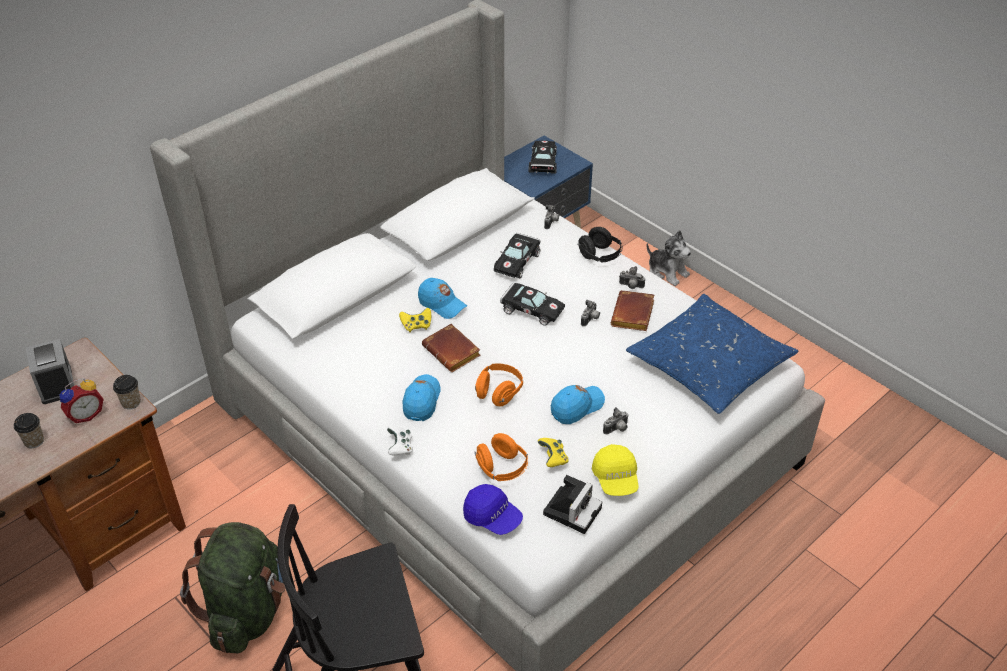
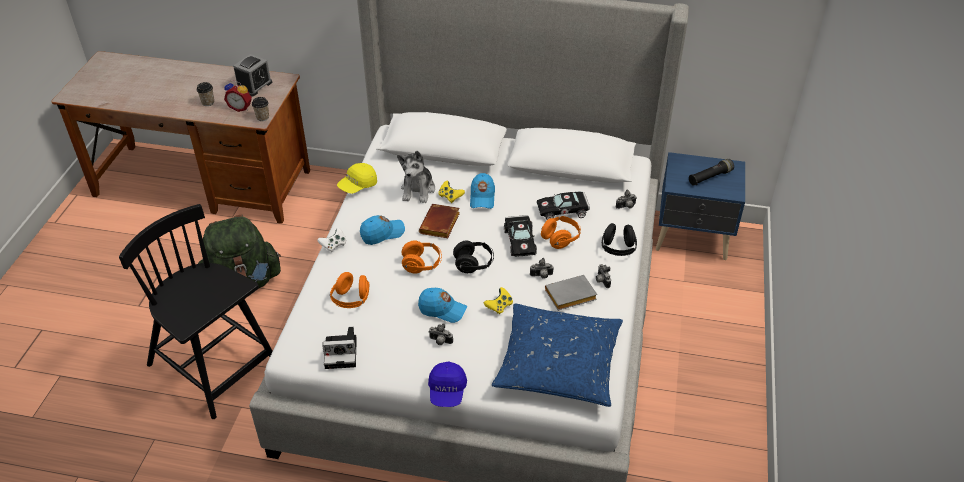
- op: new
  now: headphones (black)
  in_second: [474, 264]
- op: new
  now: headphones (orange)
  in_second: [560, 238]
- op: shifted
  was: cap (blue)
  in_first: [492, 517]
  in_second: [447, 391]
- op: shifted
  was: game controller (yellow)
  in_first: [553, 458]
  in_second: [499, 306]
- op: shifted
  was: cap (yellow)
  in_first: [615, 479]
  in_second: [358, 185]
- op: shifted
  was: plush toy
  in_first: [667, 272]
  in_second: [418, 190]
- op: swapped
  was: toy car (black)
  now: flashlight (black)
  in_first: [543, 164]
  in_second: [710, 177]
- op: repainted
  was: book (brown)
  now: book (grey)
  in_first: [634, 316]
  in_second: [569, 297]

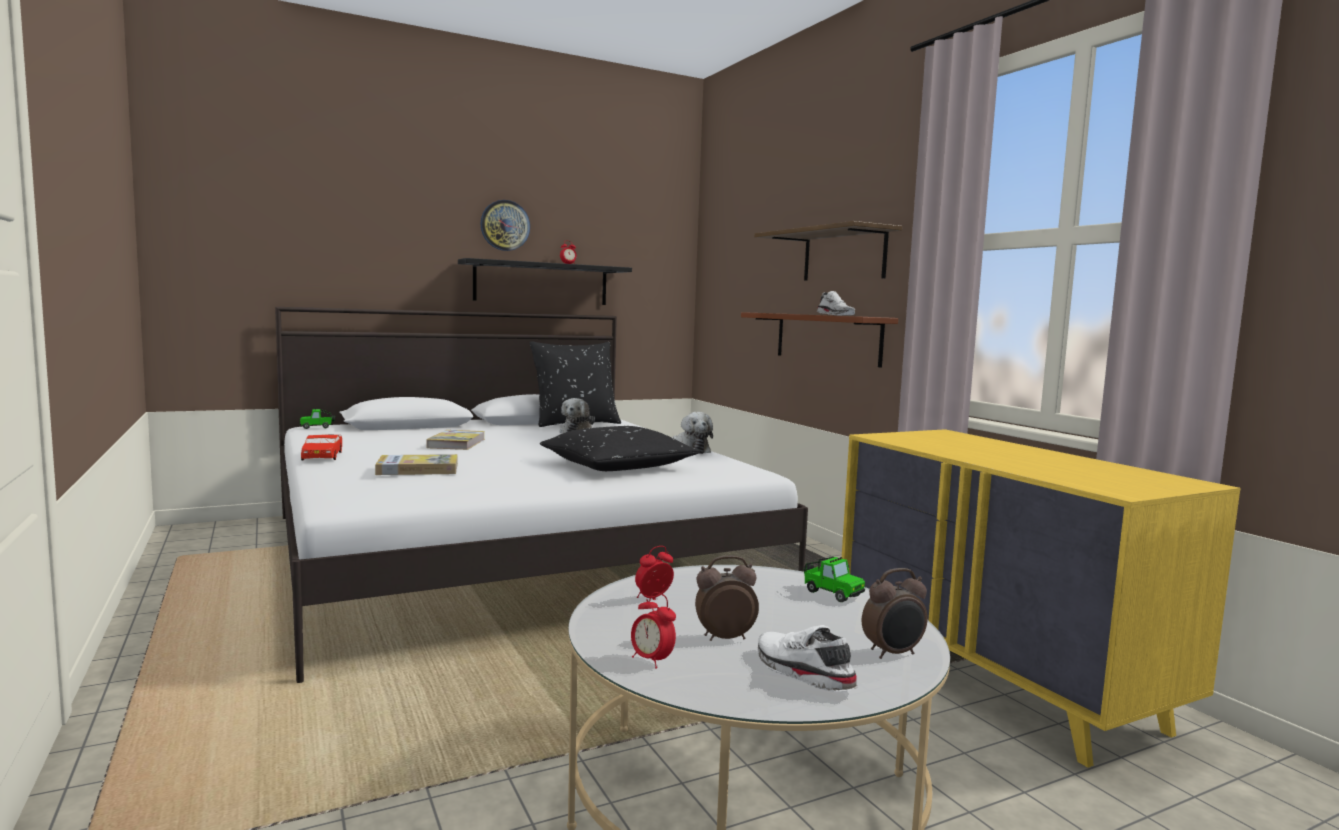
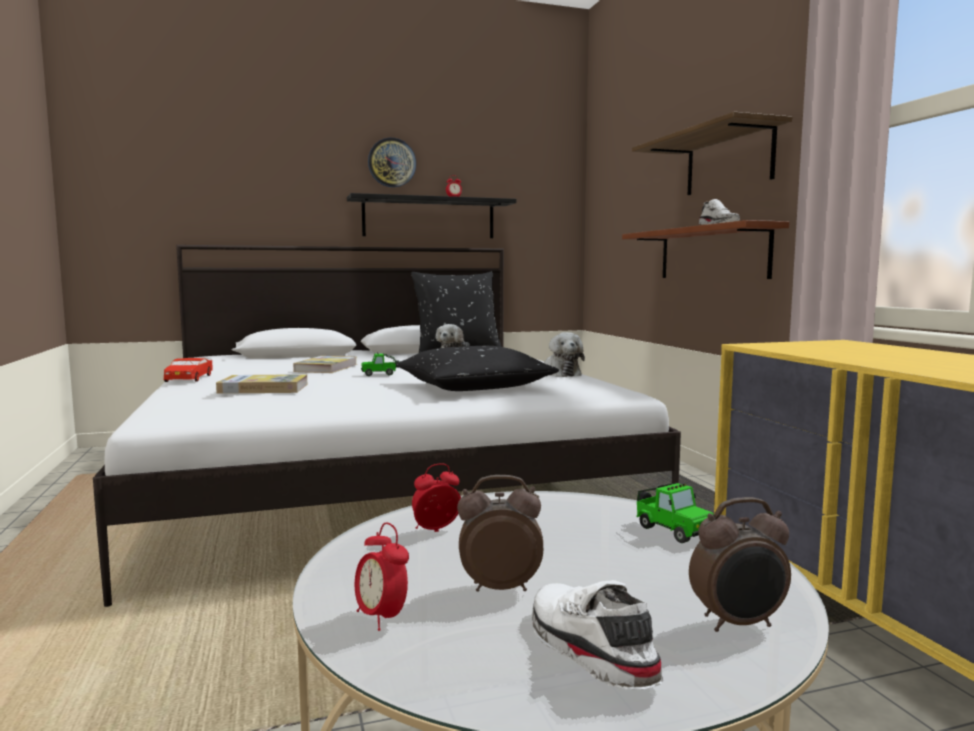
- op: shifted
  was: toy car
  in_first: [317, 427]
  in_second: [380, 374]

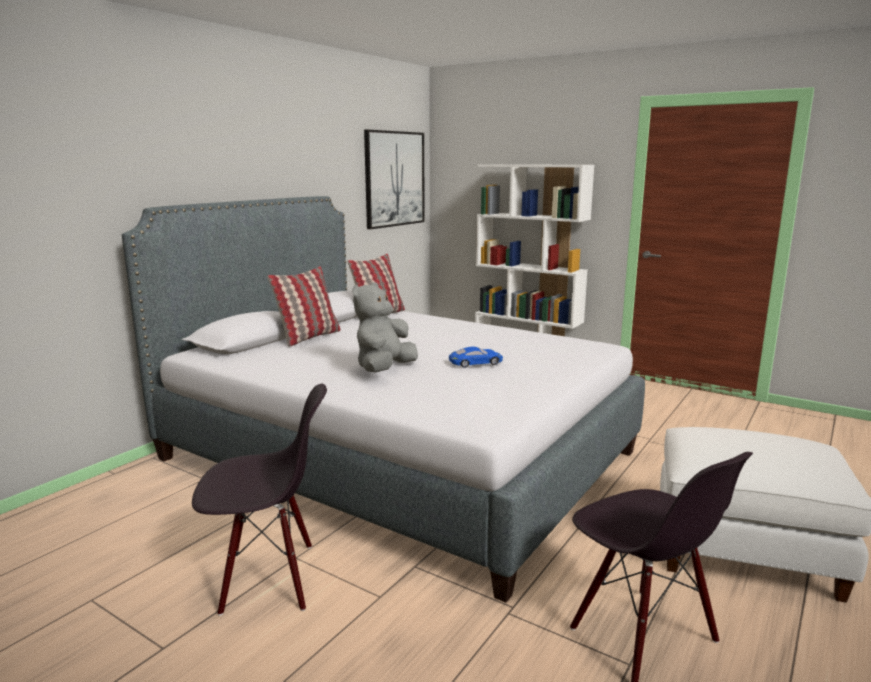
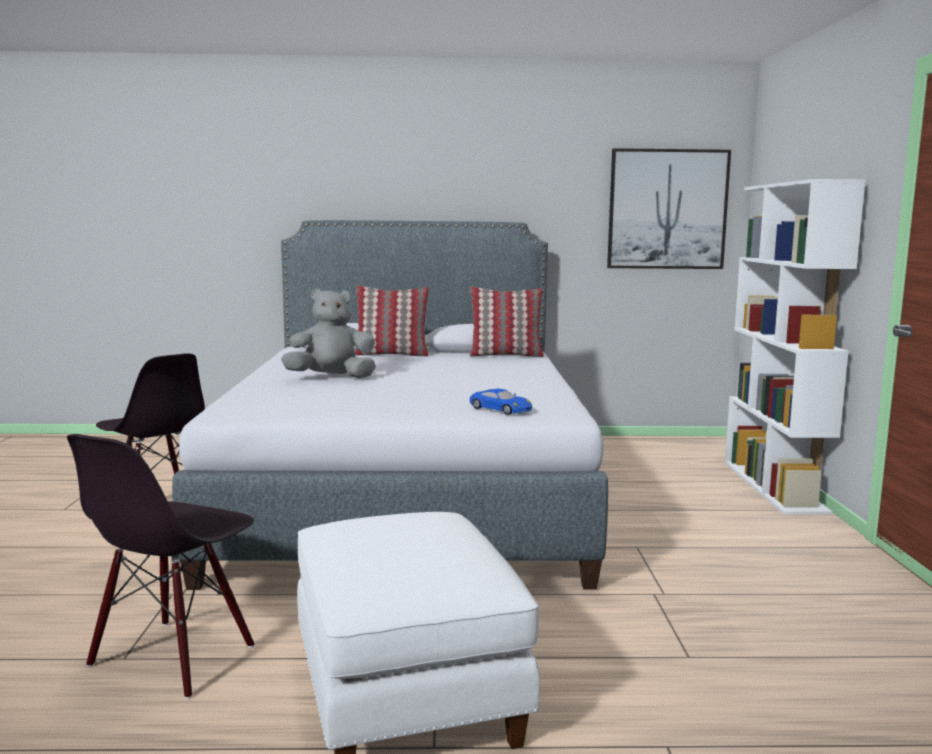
- op: shifted
  was: toy car (blue)
  in_first: [475, 362]
  in_second: [500, 409]

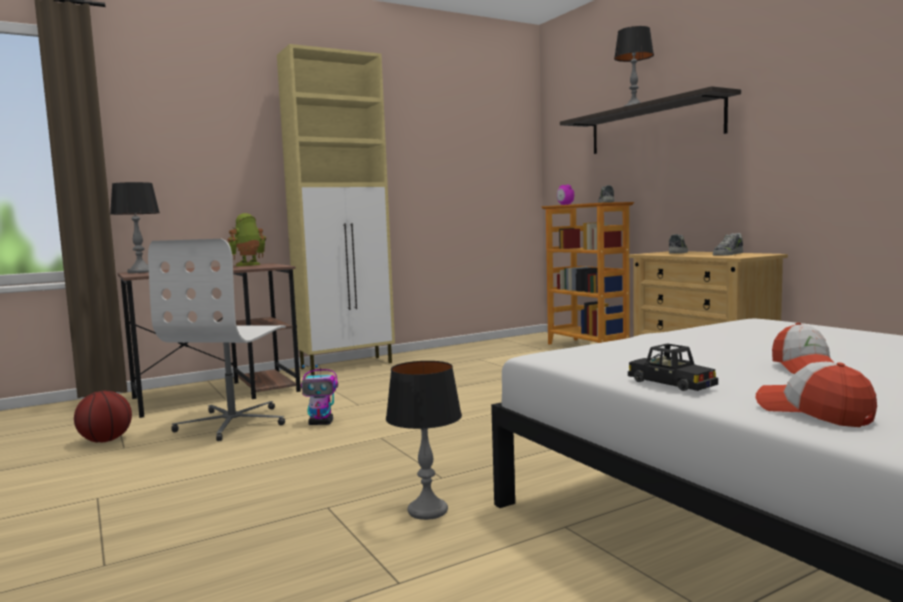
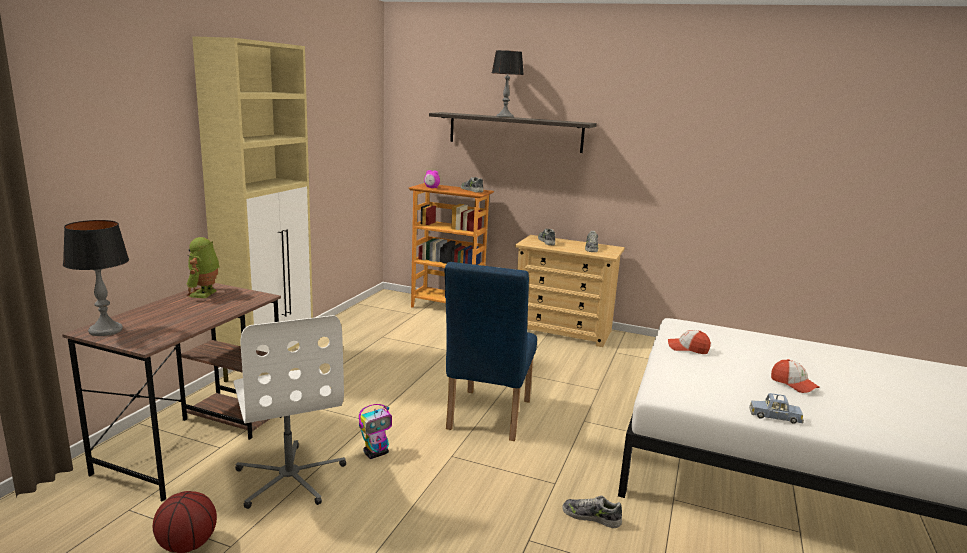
- op: new
  now: chair (blue)
  in_second: [486, 418]
- op: shifted
  was: cap
  in_first: [814, 412]
  in_second: [688, 348]
- op: swapped
  was: table lamp
  now: shoe
  in_first: [427, 511]
  in_second: [591, 517]
- op: repainted
  was: toy car (black)
  now: toy car (blue)
  in_first: [670, 384]
  in_second: [774, 417]

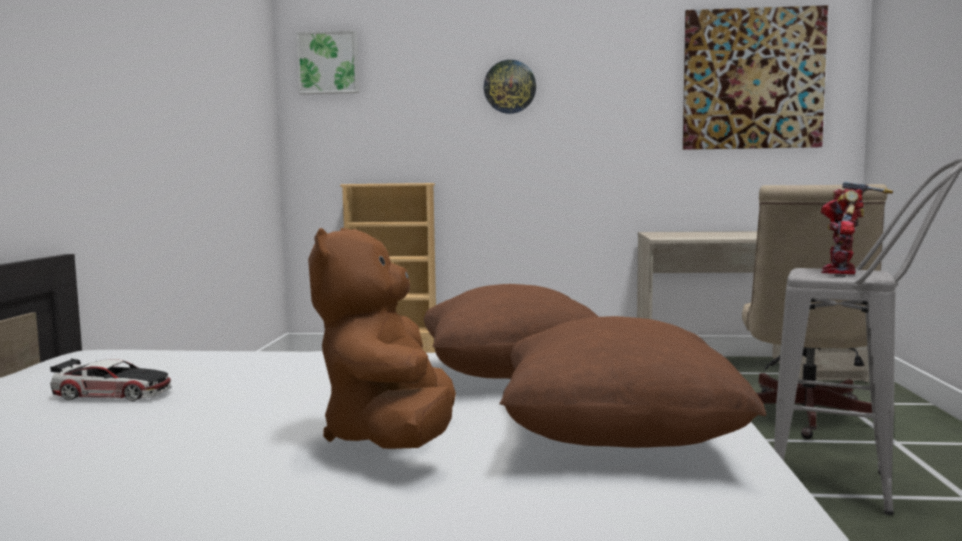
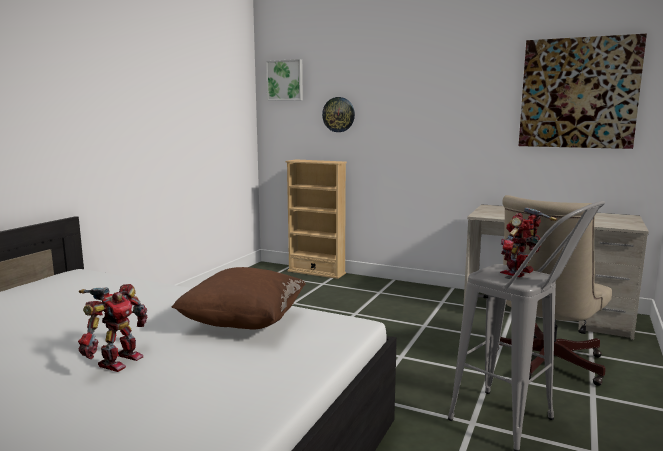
- op: gone
  was: toy car
  in_first: [113, 393]
- op: gone
  was: pillow (brown)
  in_first: [617, 440]
- op: shifted
  was: wall clock
  in_first: [510, 87]
  in_second: [338, 114]
- op: swapped
  was: plush toy (brown)
  now: toy robot
  in_first: [392, 439]
  in_second: [118, 361]

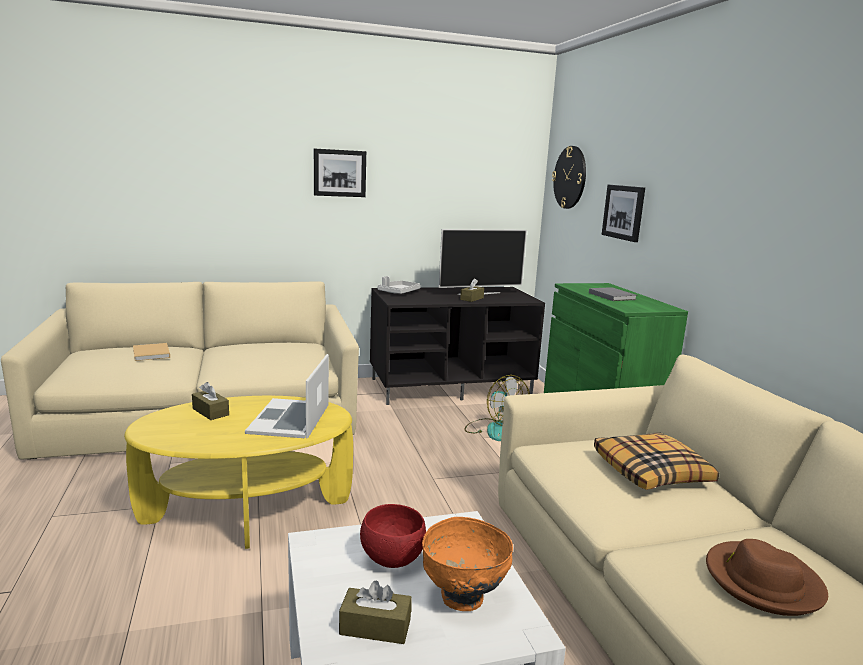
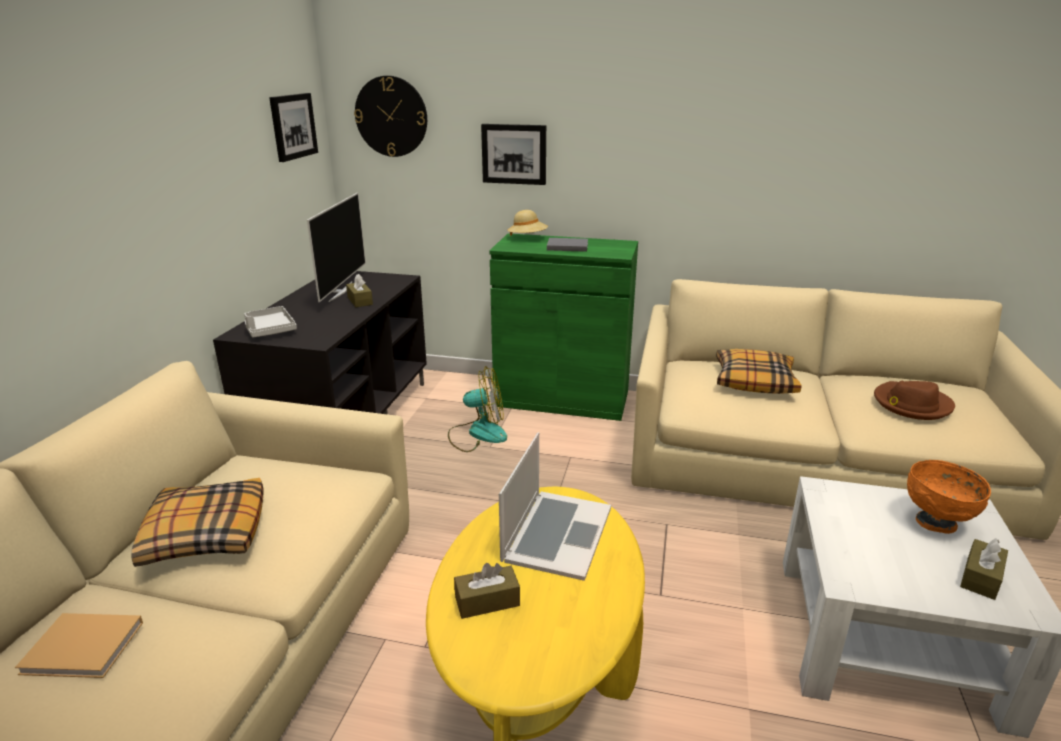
- op: gone
  was: bowl (red)
  in_first: [392, 560]
- op: new
  now: pillow
  in_second: [205, 533]
- op: new
  now: hat (beige)
  in_second: [527, 238]
- op: shifted
  was: picture
  in_first: [339, 173]
  in_second: [293, 126]
- op: rotated
  was: laptop
  in_first: [290, 419]
  in_second: [557, 533]
  clockwise: -105

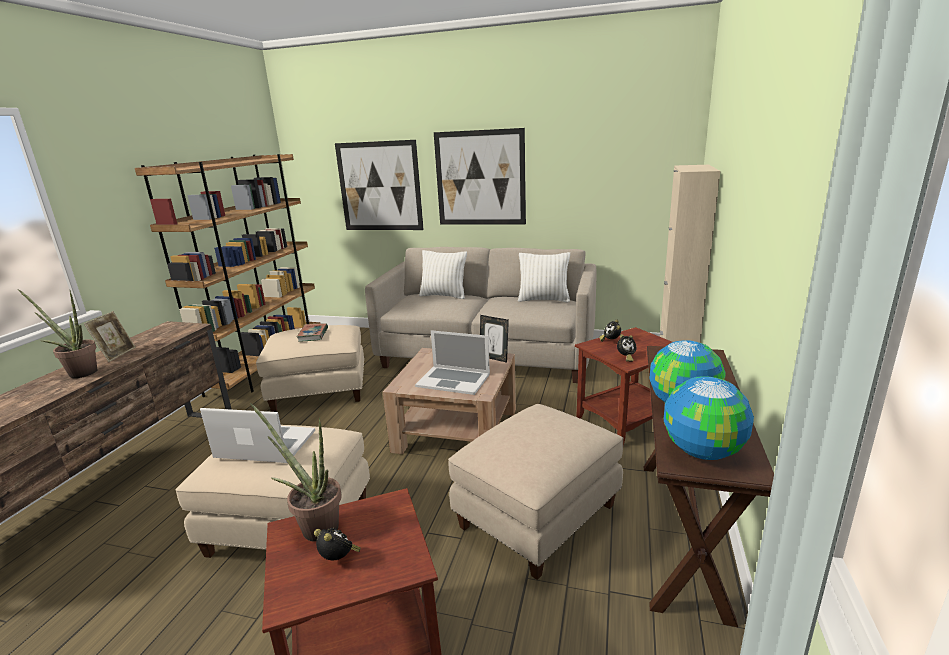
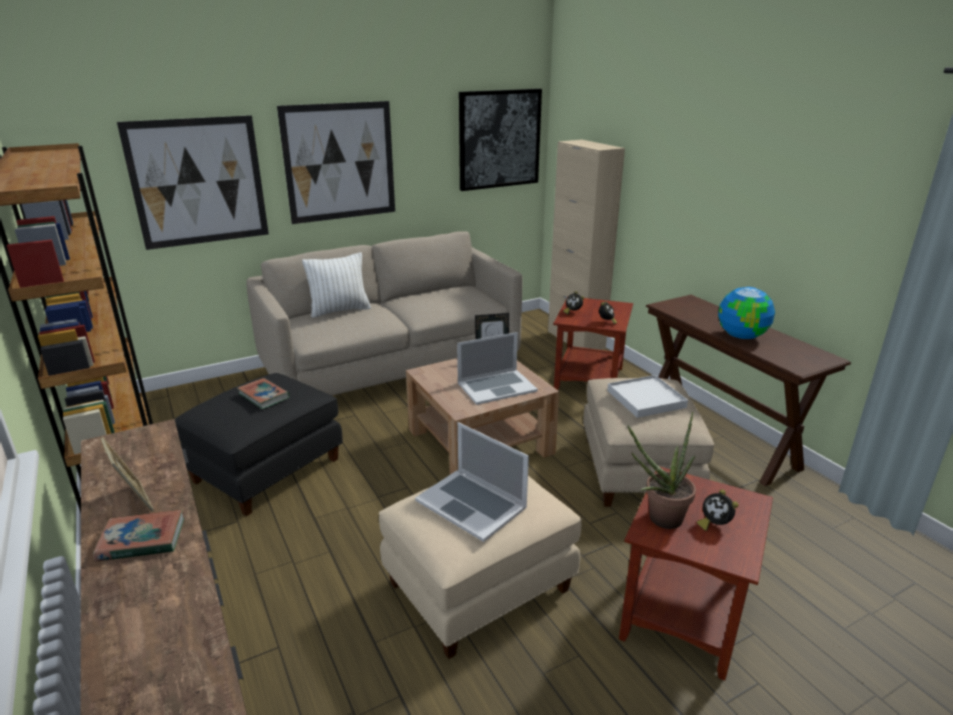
- op: gone
  was: pillow (white)
  in_first: [544, 300]
- op: gone
  was: globe
  in_first: [701, 451]
- op: new
  now: picture
  in_second: [499, 139]
- op: new
  now: tray (white)
  in_second: [646, 399]
- op: swapped
  was: potted plant
  now: book
  in_first: [78, 372]
  in_second: [142, 540]
- op: repainted
  was: ottoman (beige)
  now: ottoman (black)
  in_first: [320, 391]
  in_second: [267, 469]
- op: rotated
  was: laptop
  in_first: [265, 444]
  in_second: [471, 503]
  clockwise: -105
- op: rotated
  was: alarm clock
  in_first: [339, 559]
  in_second: [714, 524]
  clockwise: -120

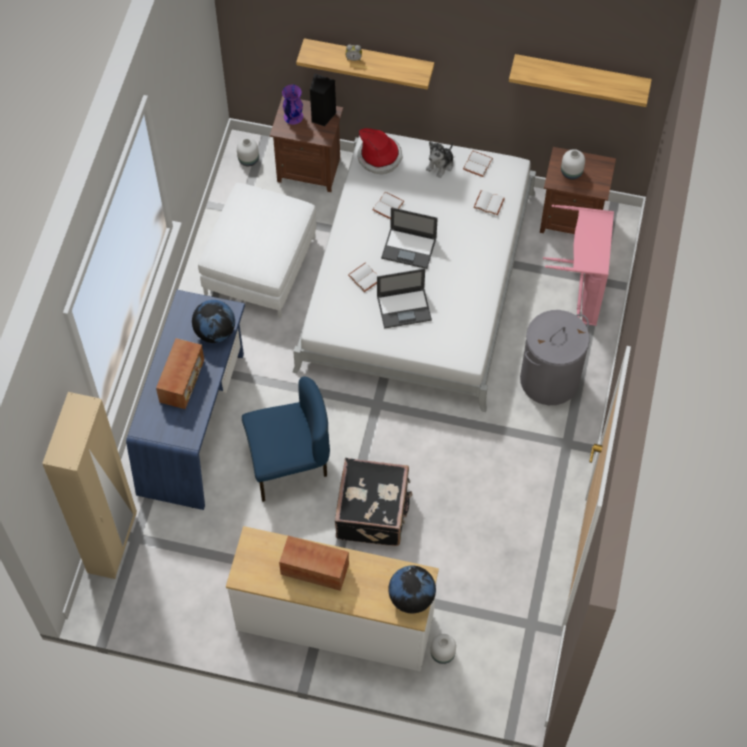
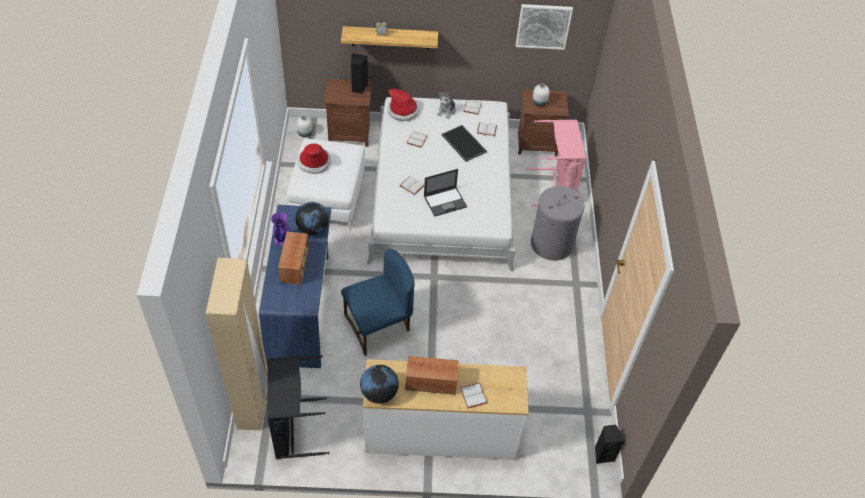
- op: gone
  was: suitcase (black)
  in_first: [373, 512]
- op: gone
  was: laptop
  in_first: [409, 248]
- op: gone
  was: vase (white)
  in_first: [442, 653]
- op: new
  now: laundry basket (black)
  in_second: [293, 428]
- op: new
  now: hat
  in_second: [314, 162]
- op: new
  now: tray
  in_second: [463, 143]
- op: new
  now: book (white)
  in_second: [474, 396]
- op: new
  now: speaker (black)
  in_second: [603, 454]
- op: shifted
  was: vase (purple)
  in_first: [293, 116]
  in_second: [282, 239]
- op: shifted
  was: globe
  in_first: [411, 597]
  in_second: [379, 393]
- op: swapped
  was: shelf
  now: picture
  in_first: [581, 76]
  in_second: [543, 26]

